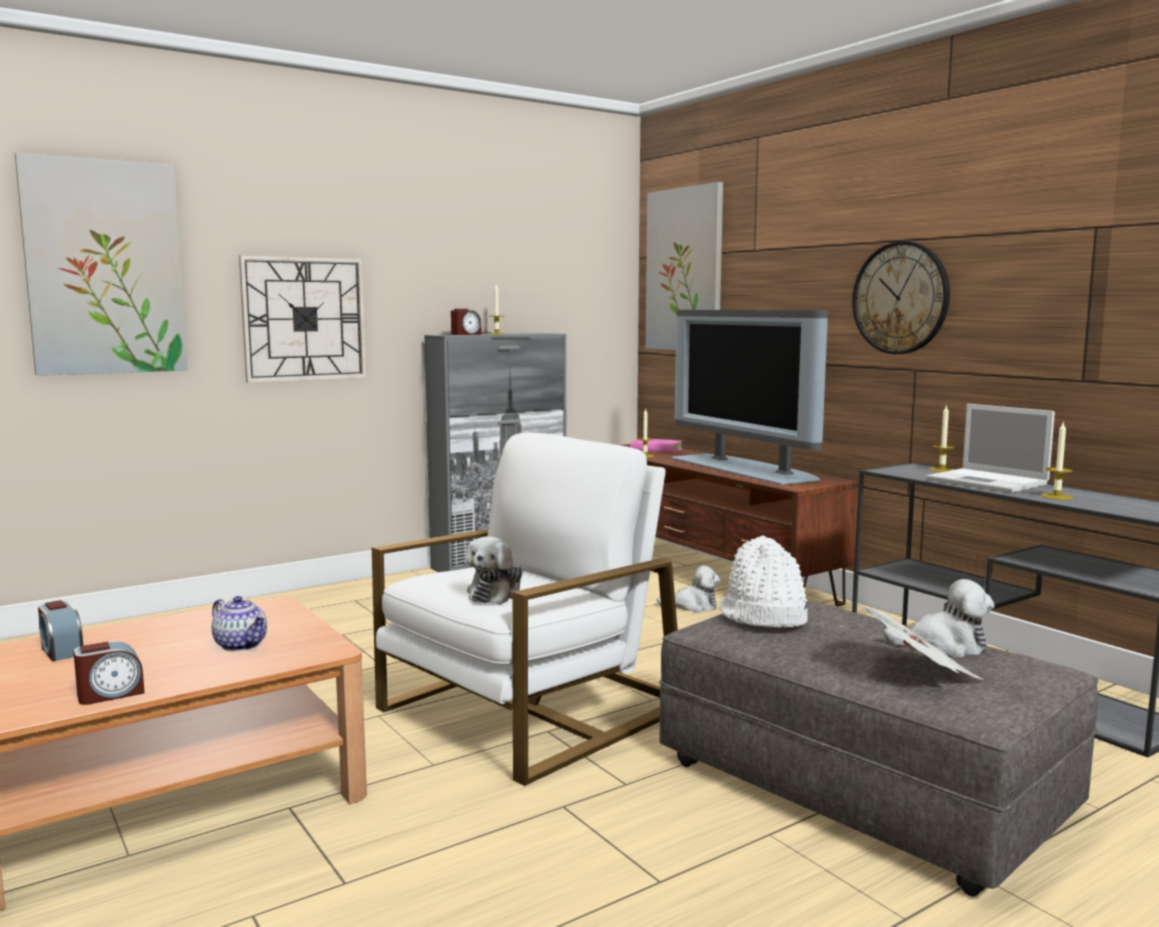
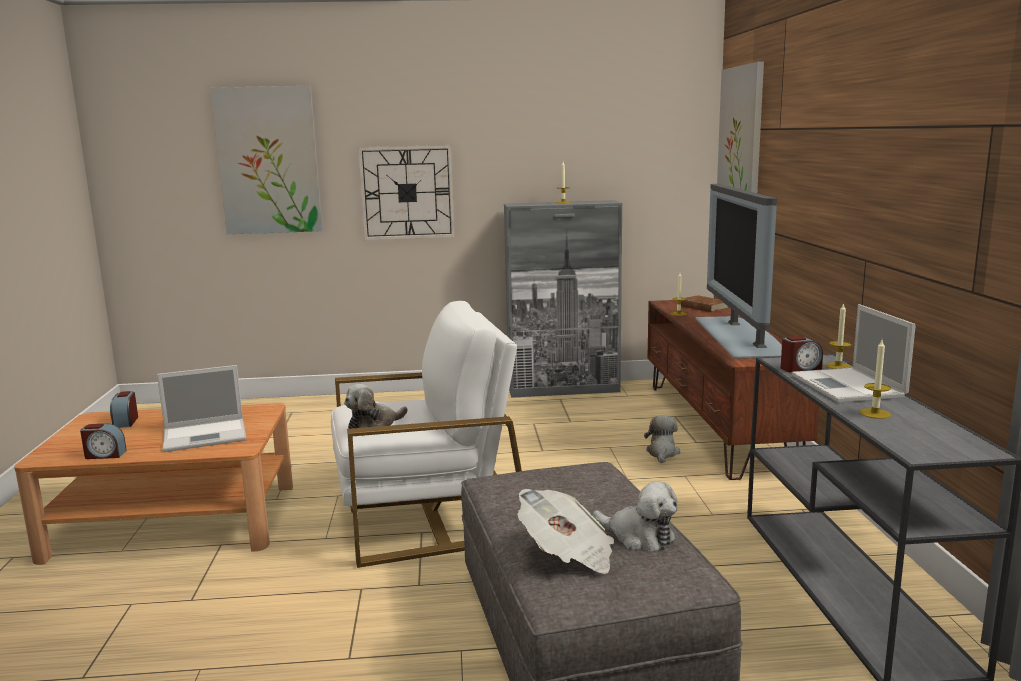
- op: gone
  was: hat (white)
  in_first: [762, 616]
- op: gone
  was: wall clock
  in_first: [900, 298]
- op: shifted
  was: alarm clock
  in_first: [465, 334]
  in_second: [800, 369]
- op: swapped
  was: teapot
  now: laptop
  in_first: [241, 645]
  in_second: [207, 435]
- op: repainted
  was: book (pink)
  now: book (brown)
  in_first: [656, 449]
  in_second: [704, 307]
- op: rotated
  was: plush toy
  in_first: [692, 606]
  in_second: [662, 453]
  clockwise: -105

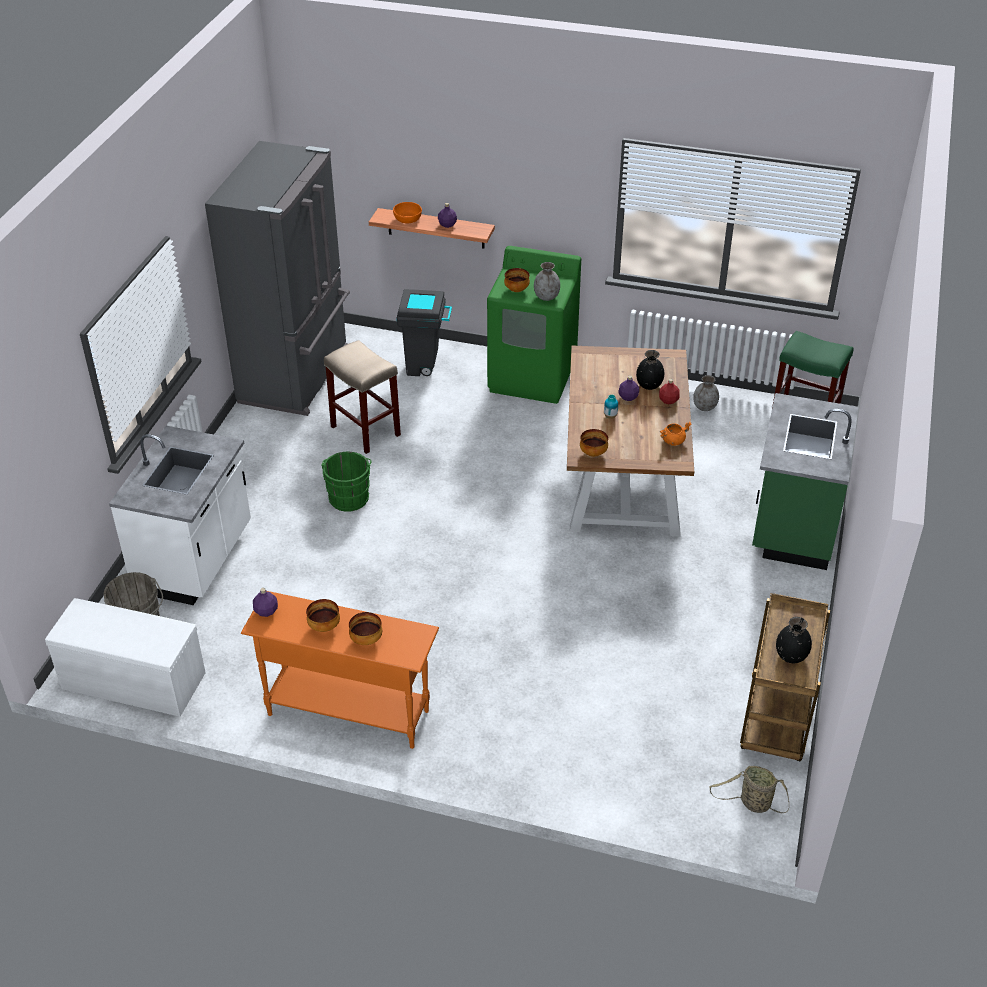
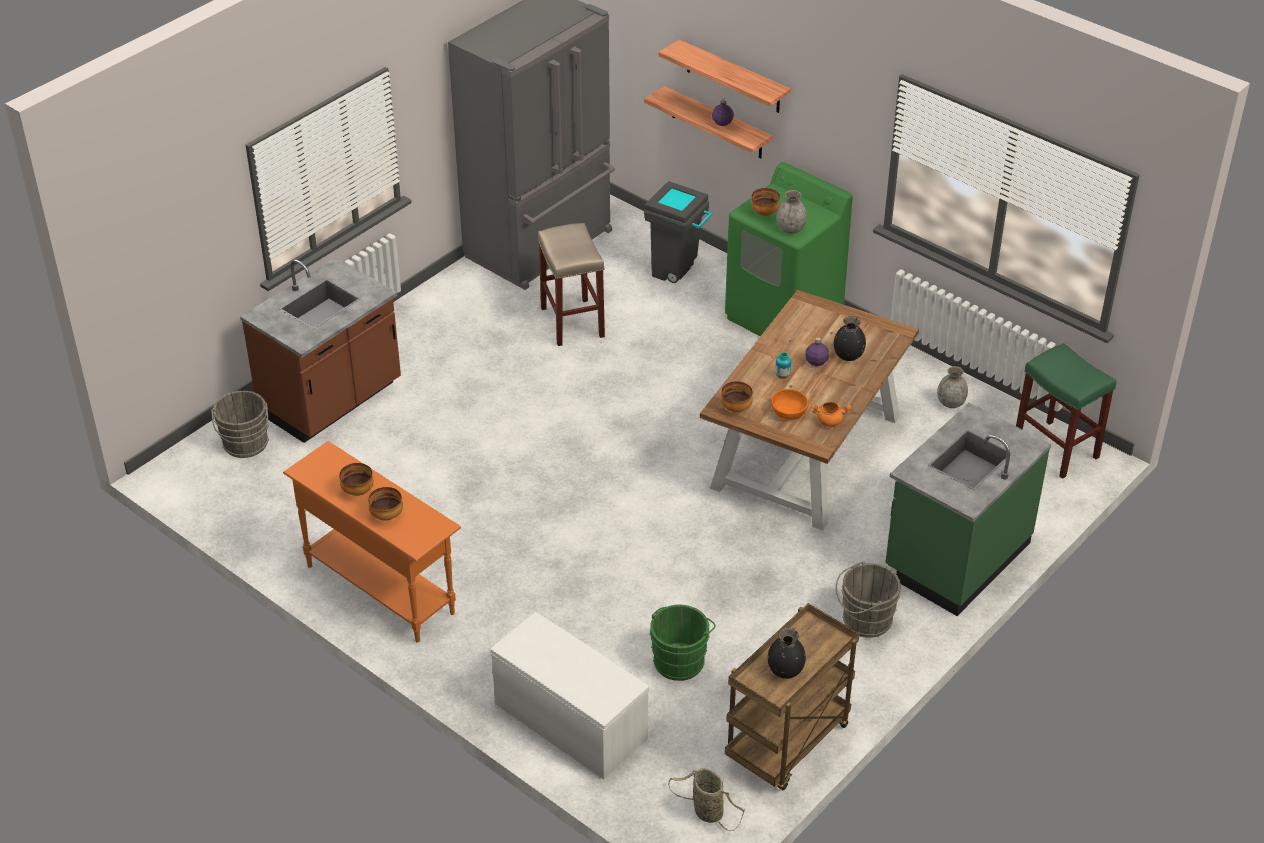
- op: gone
  was: bottle (purple)
  in_first: [266, 611]
- op: gone
  was: bottle (red)
  in_first: [668, 400]
- op: new
  now: shelf
  in_second: [733, 77]
- op: new
  now: bucket (grey)
  in_second: [864, 620]
- op: shifted
  was: bench (white)
  in_first: [132, 681]
  in_second: [568, 721]
- op: shifted
  was: bucket (green)
  in_first: [349, 496]
  in_second: [680, 660]
- op: shifted
  was: bowl (orange)
  in_first: [408, 219]
  in_second: [789, 412]
- op: repainted
  was: counter (white)
  now: counter (brown)
  in_first: [196, 560]
  in_second: [332, 401]

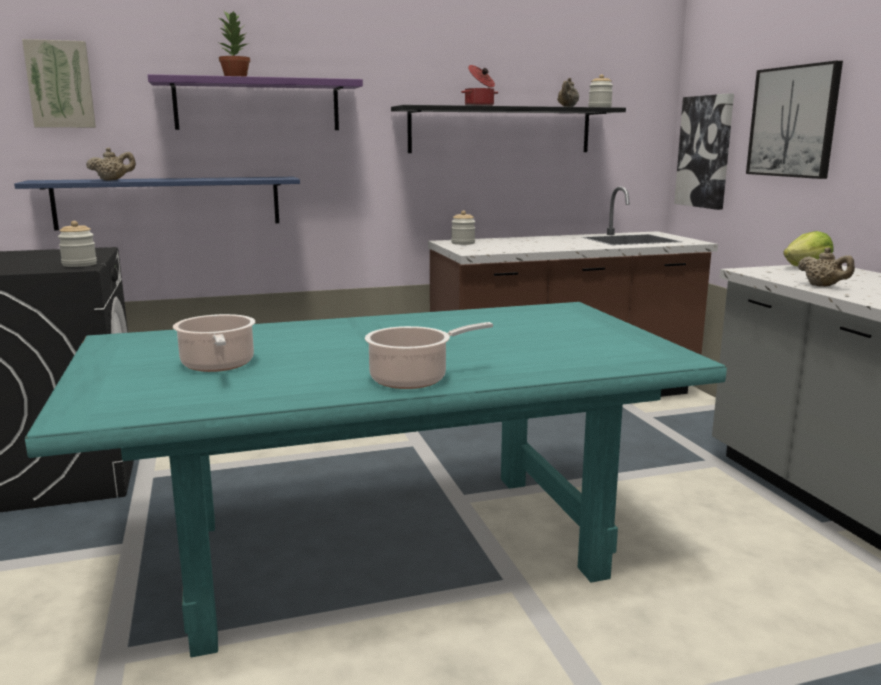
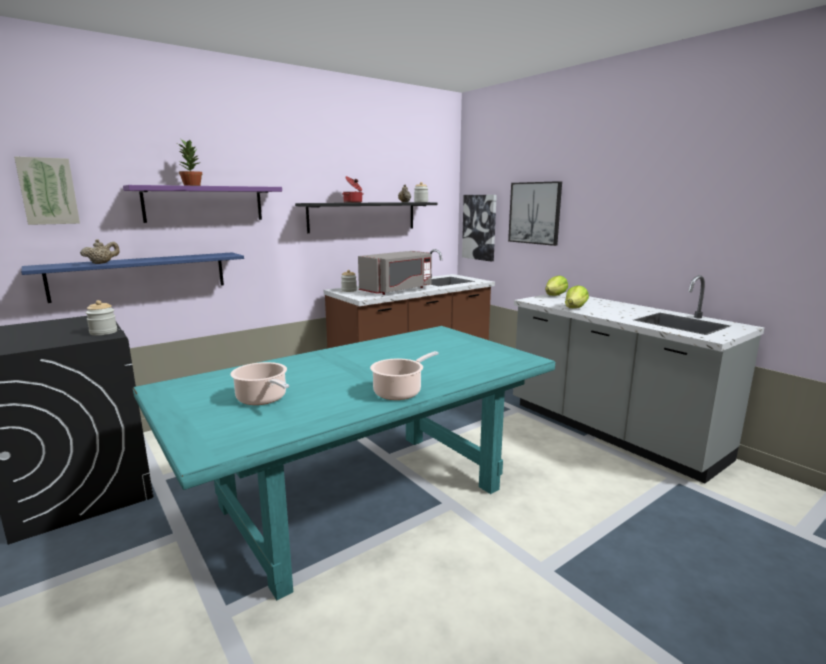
- op: new
  now: microwave (grey)
  in_second: [397, 290]
- op: swapped
  was: teapot (beige)
  now: lettuce
  in_first: [823, 286]
  in_second: [575, 308]

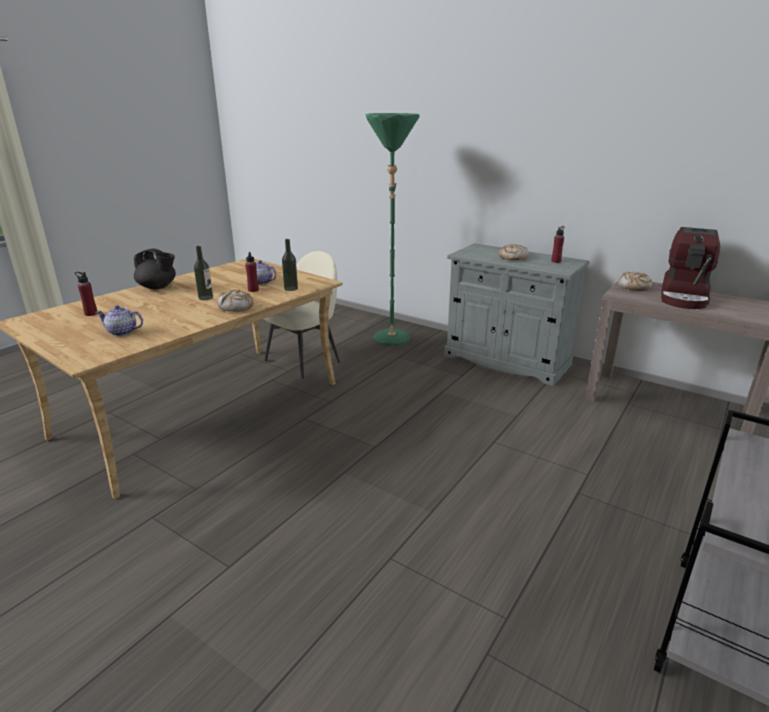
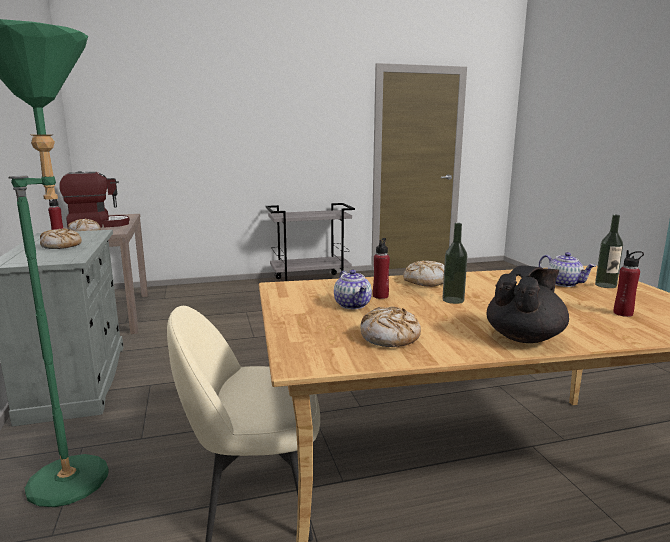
- op: new
  now: bread
  in_second: [389, 337]
- op: shifted
  was: bottle
  in_first: [291, 289]
  in_second: [605, 285]
- op: rotated
  was: teapot (black)
  in_first: [158, 287]
  in_second: [524, 337]
  clockwise: 75

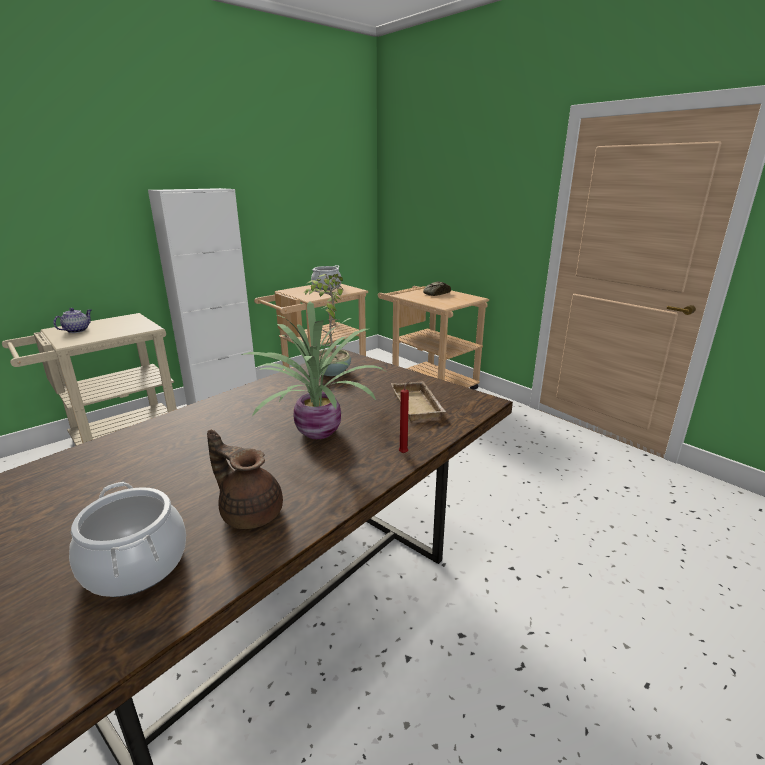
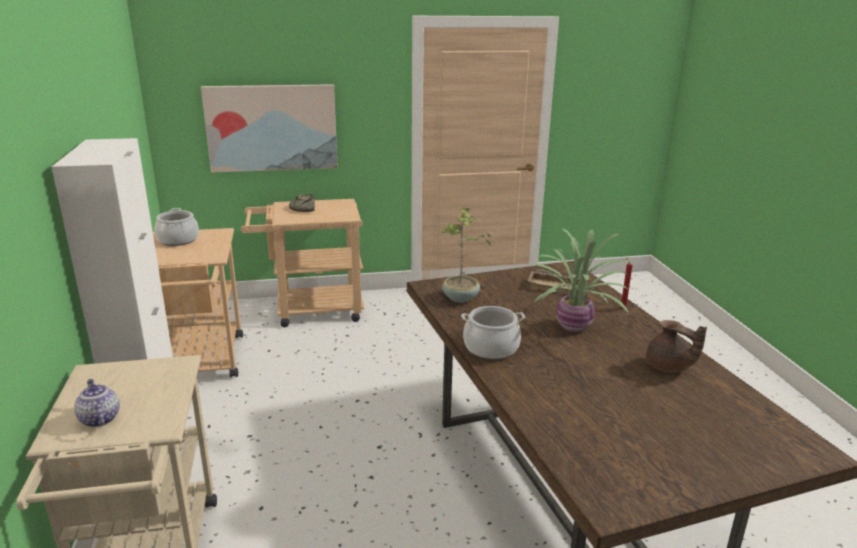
- op: new
  now: picture
  in_second: [272, 127]
- op: shifted
  was: cooking pot
  in_first: [136, 564]
  in_second: [491, 348]
- op: rotated
  was: teapot (brown)
  in_first: [250, 512]
  in_second: [668, 367]
  clockwise: -105

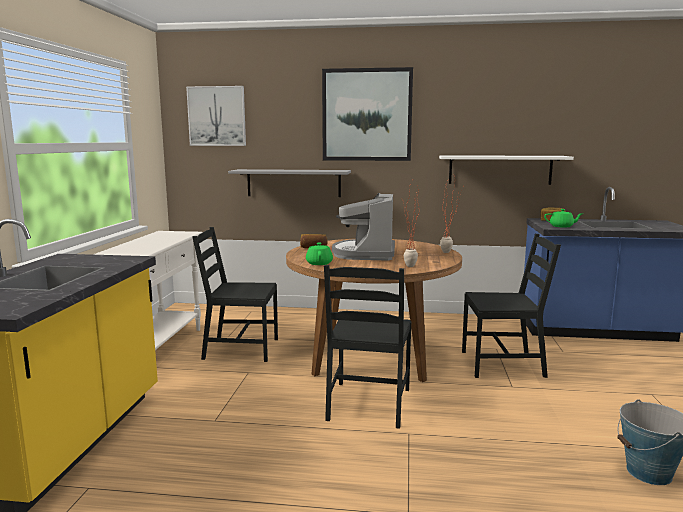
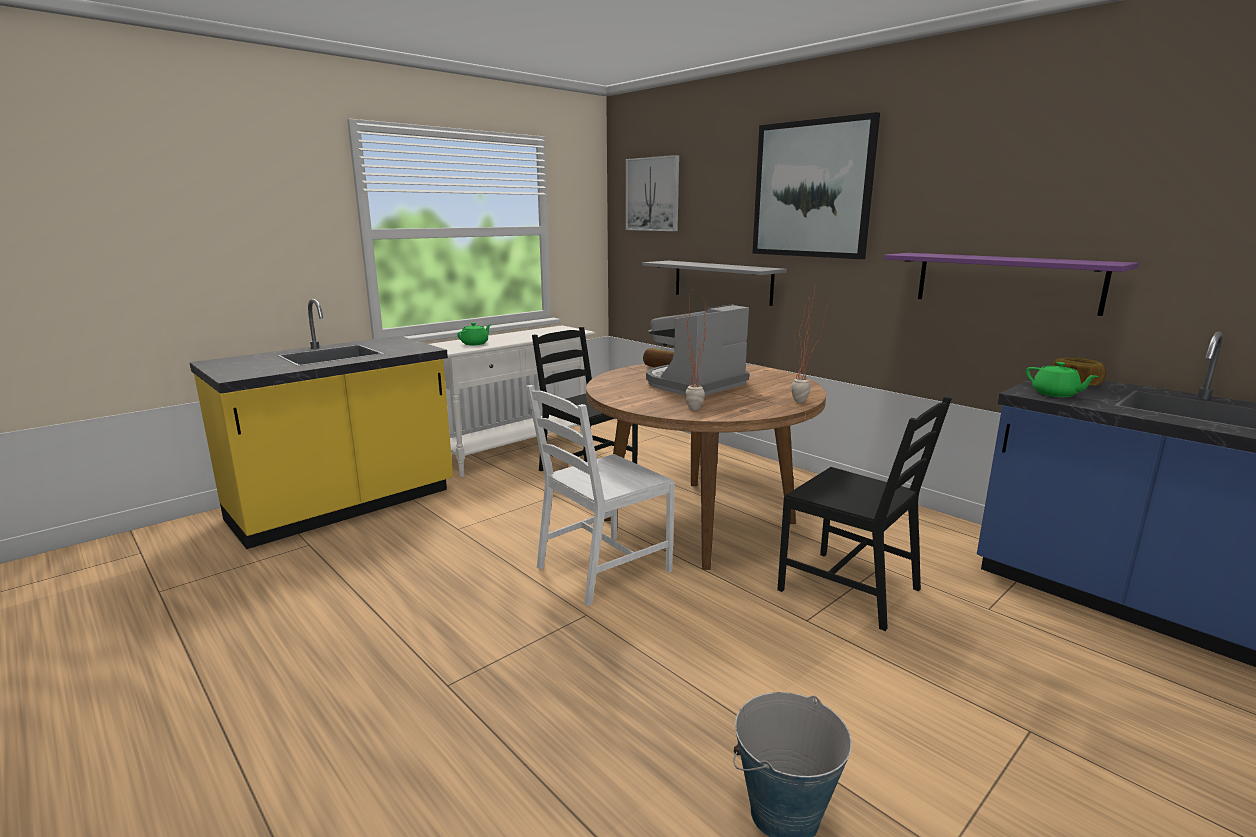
- op: shifted
  was: teapot (green)
  in_first: [319, 263]
  in_second: [475, 343]
- op: repainted
  was: chair (black)
  now: chair (white)
  in_first: [368, 404]
  in_second: [602, 569]
- op: repainted
  was: shelf (white)
  now: shelf (purple)
  in_first: [500, 169]
  in_second: [1006, 282]

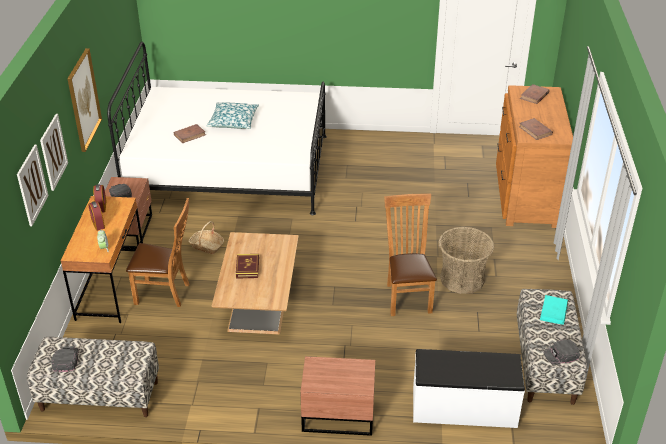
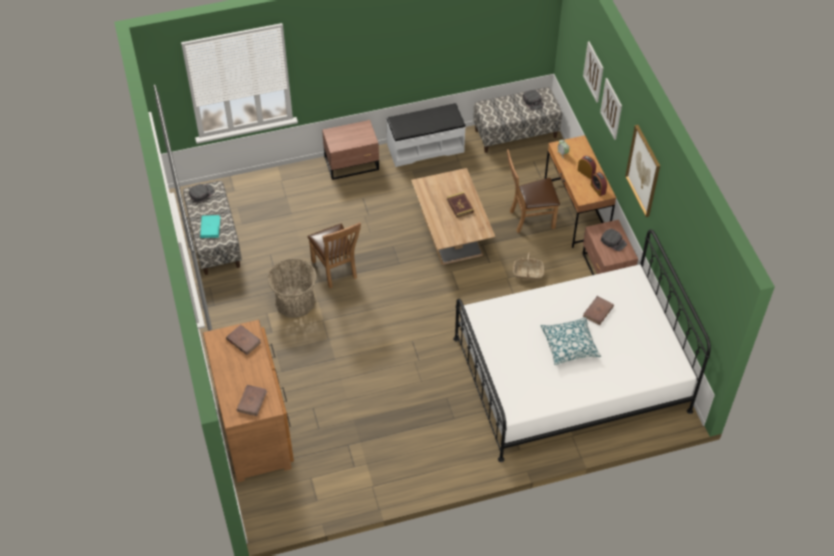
- op: shifted
  was: bench (white)
  in_first: [464, 408]
  in_second: [425, 148]

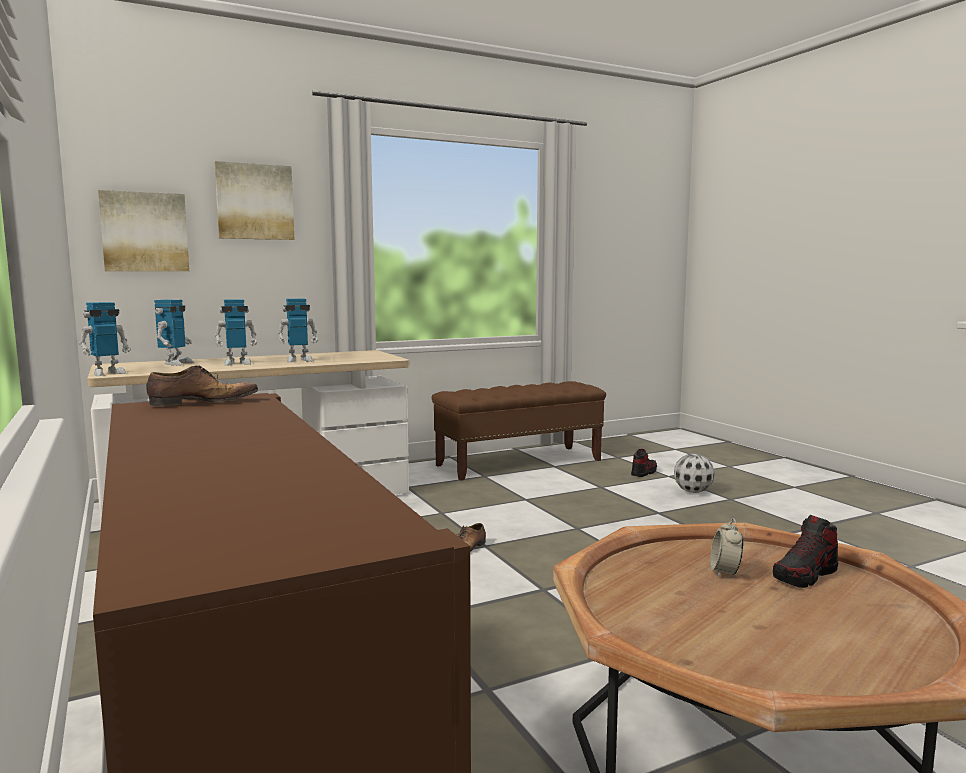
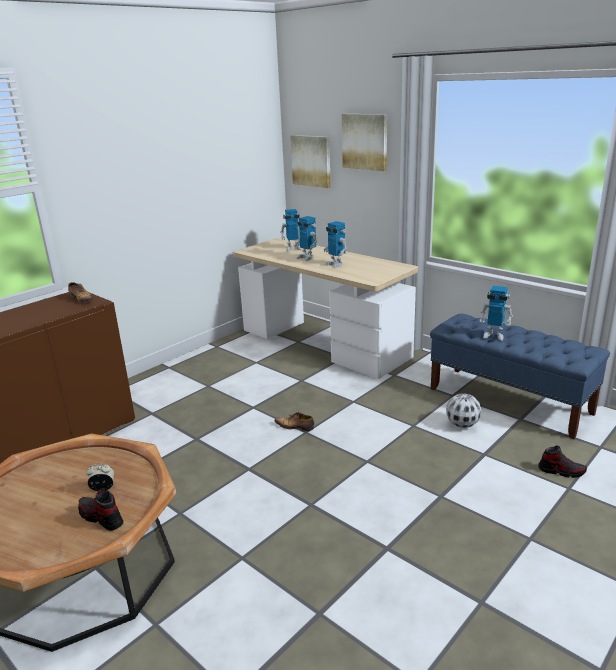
- op: shifted
  was: toy robot
  in_first: [107, 373]
  in_second: [494, 335]
- op: shifted
  was: football
  in_first: [693, 491]
  in_second: [463, 425]
- op: repainted
  was: bench (brown)
  now: bench (blue)
  in_first: [519, 462]
  in_second: [509, 401]

